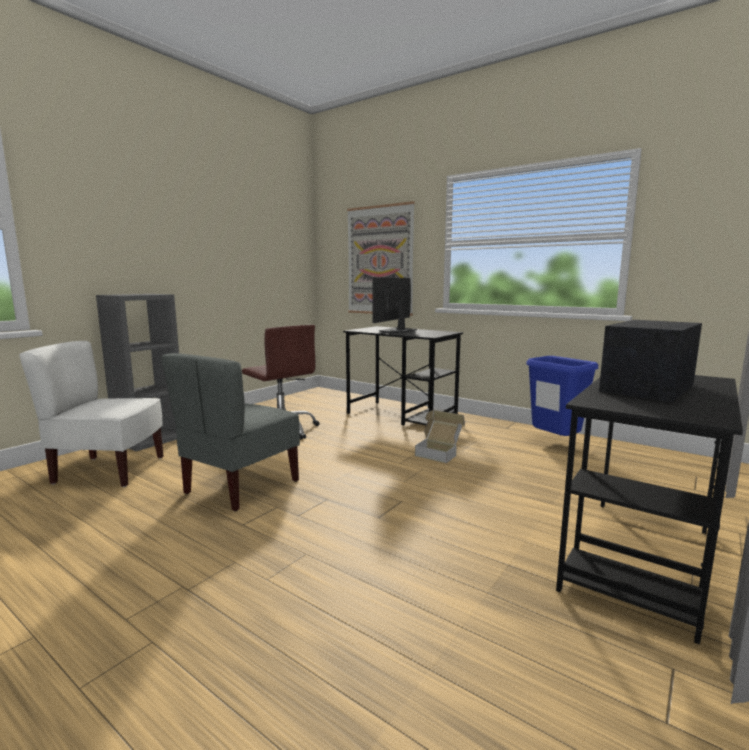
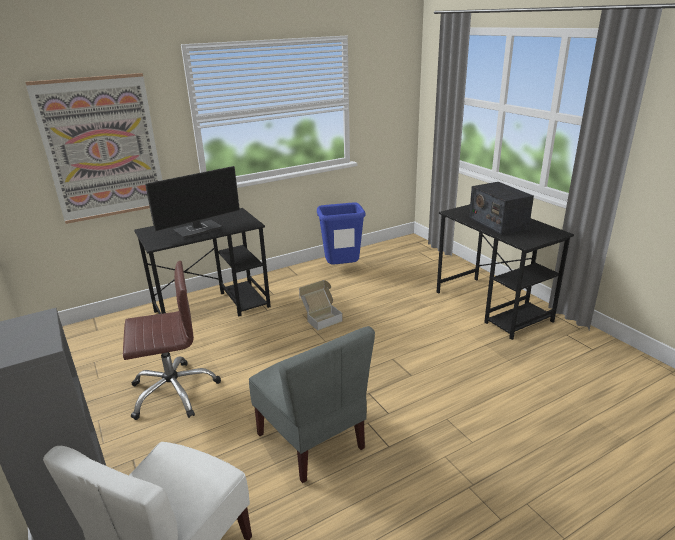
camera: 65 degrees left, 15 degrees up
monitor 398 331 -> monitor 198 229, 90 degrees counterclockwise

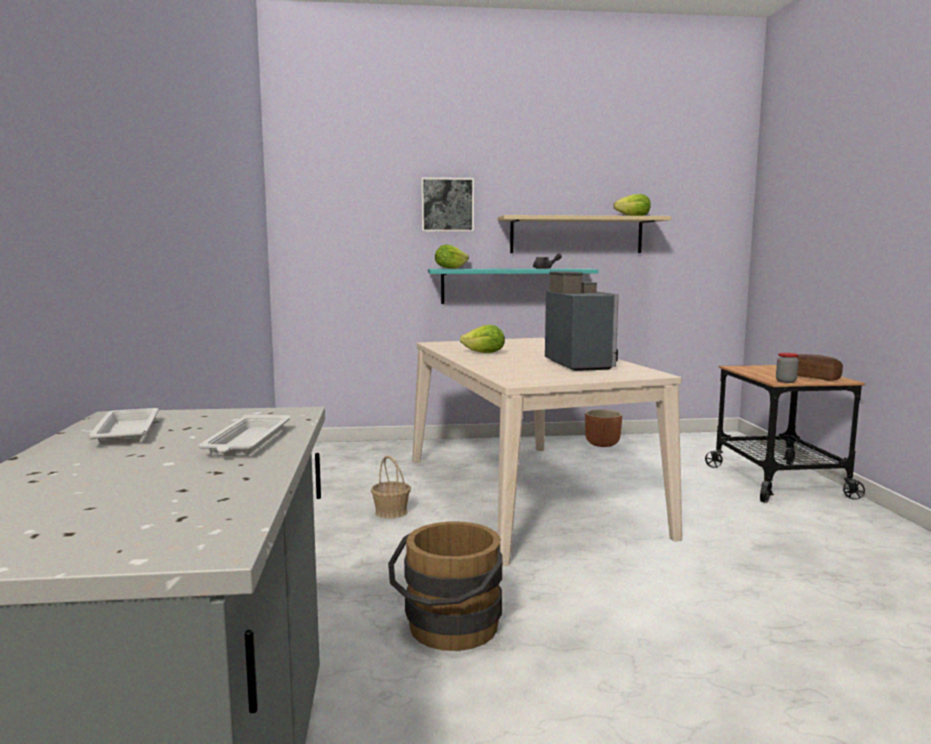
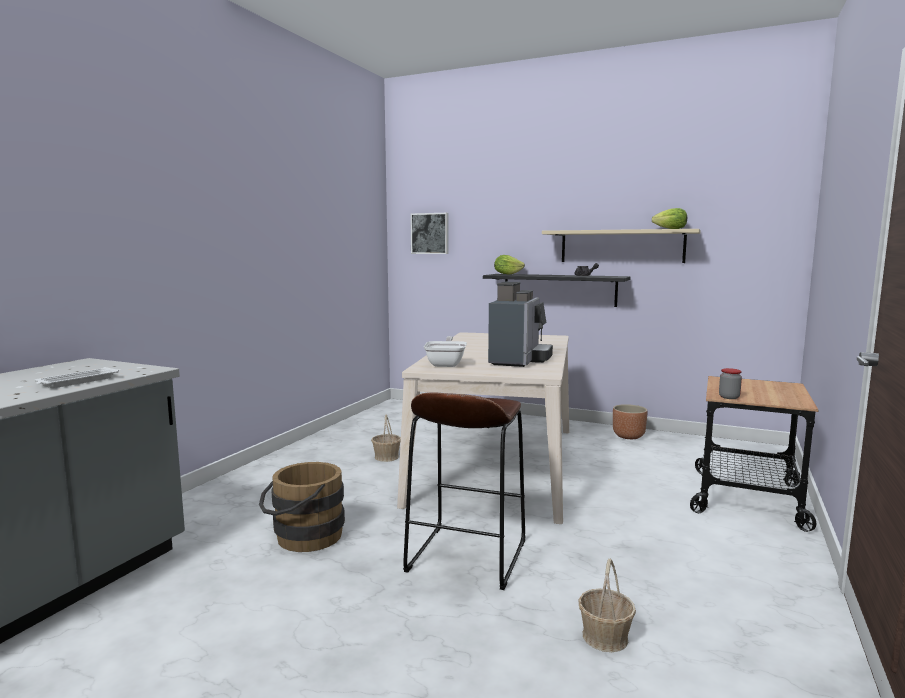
camera: 30 degrees right, 0 degrees up
bandeja/blanco 127 431 -> none
cuadro 447 205 -> cuadro 430 233, move
estante/turquesa 507 286 -> estante/negro 559 289
lechuga 484 353 -> none
pan 812 377 -> none
none -> taburete/marrón 466 556
none -> sartén 446 364
none -> cesta 604 637

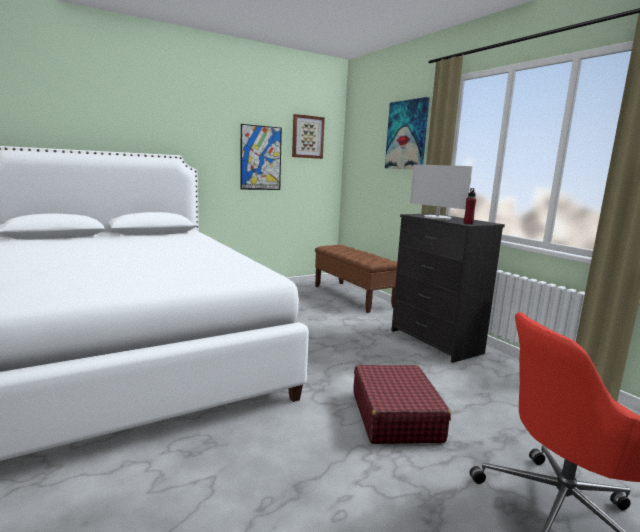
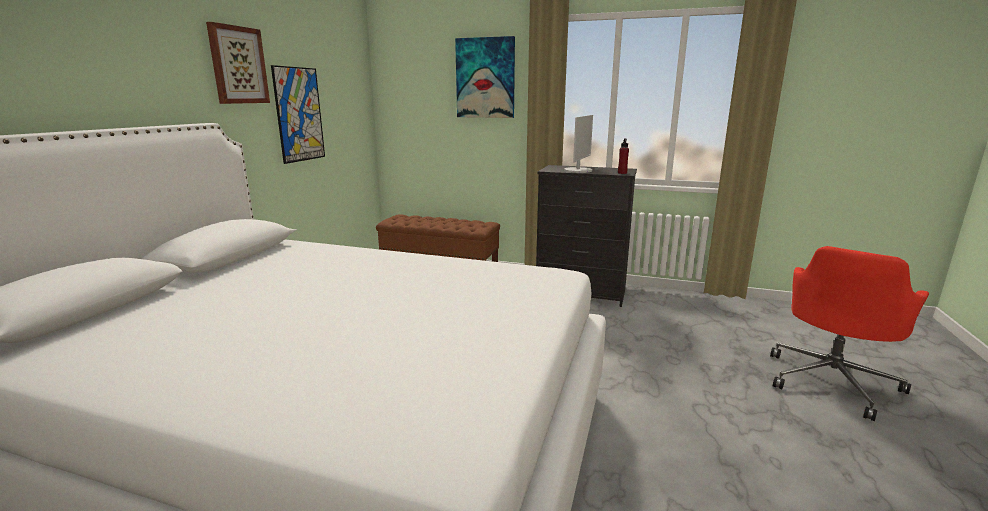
camera: 40 degrees left, 5 degrees up
cuadro 307 137 -> cuadro 238 65, move
maleta/rojo 395 416 -> none
monitor 437 218 -> monitor 578 170, 75 degrees counterclockwise

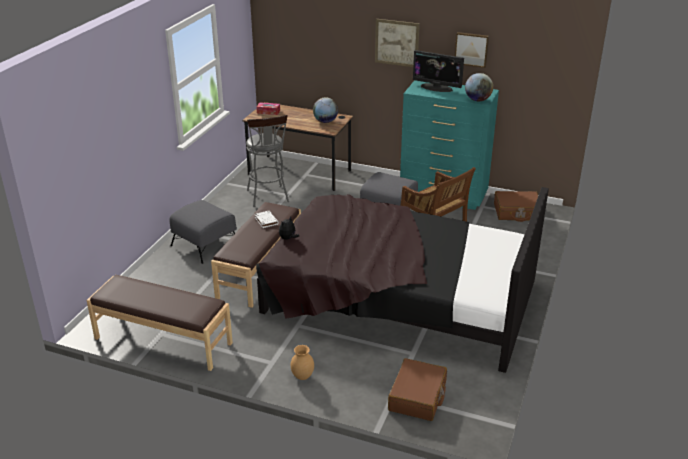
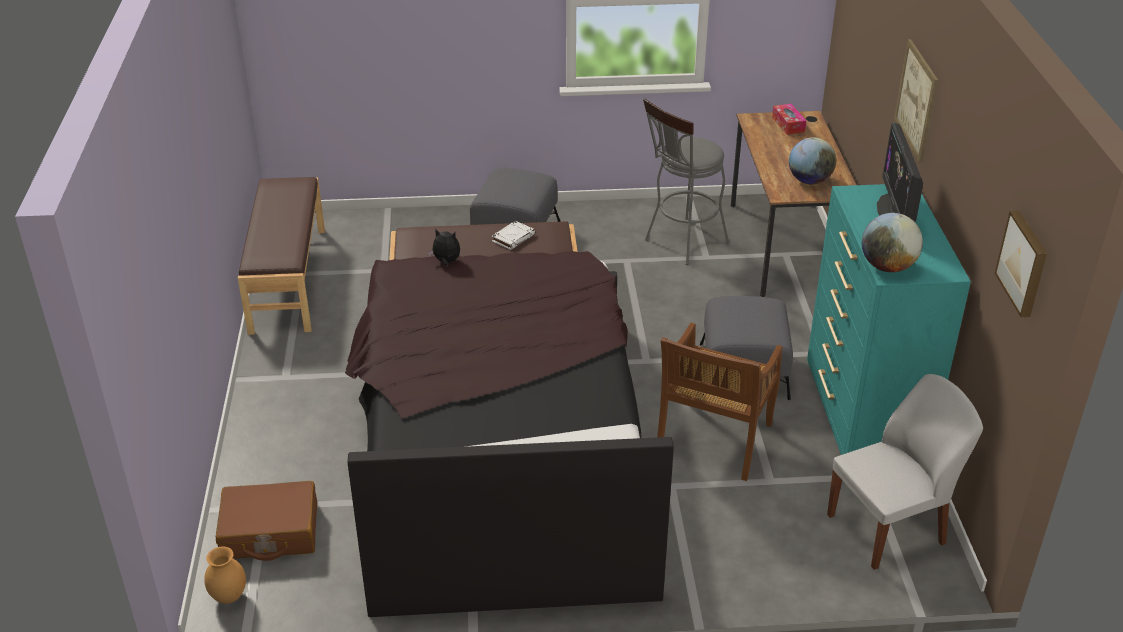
camera: 65 degrees right, 5 degrees up
florero/marrón 303 377 -> florero/marrón 228 597, move
cuadro 471 49 -> cuadro 1024 263, move
maleta/marrón 517 212 -> silla/blanco 889 529

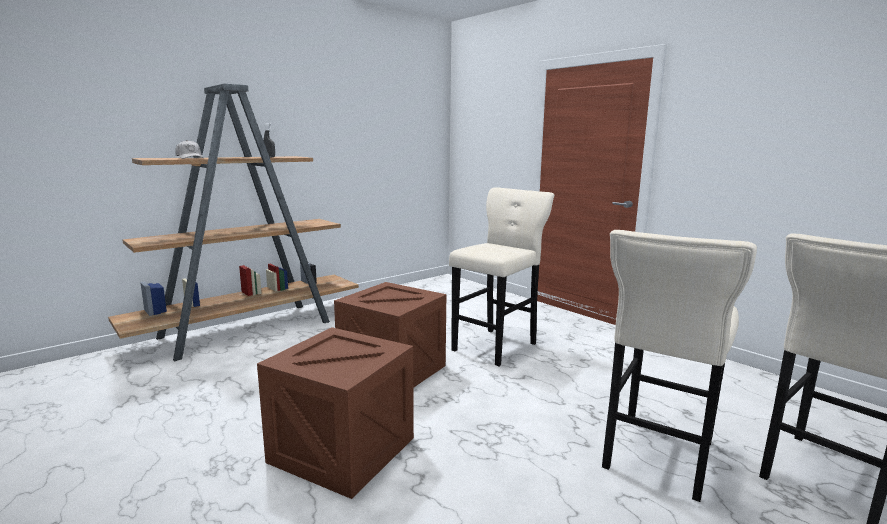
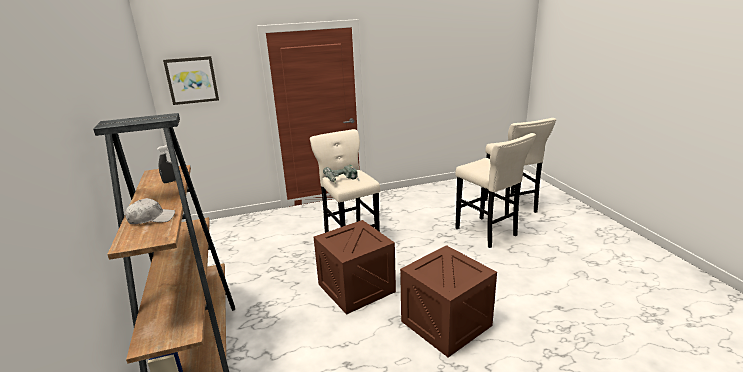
camera: 65 degrees left, 10 degrees up
none -> cuadro 192 80
none -> taladro 342 181

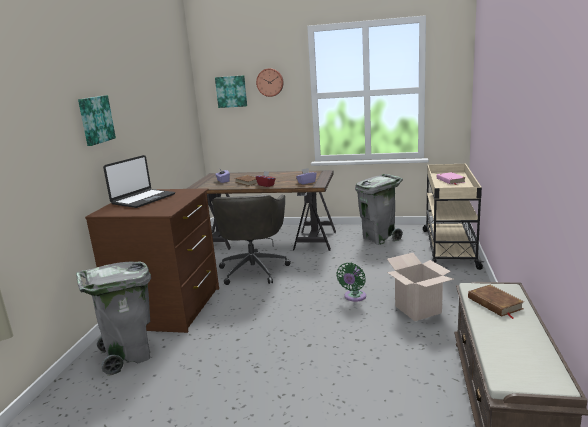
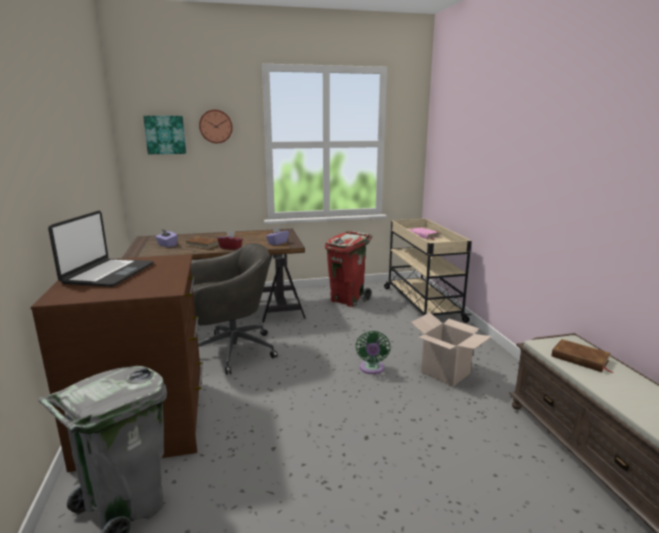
camera: 25 degrees left, 0 degrees up
cuadro 95 120 -> none
silla de oficina/gris 254 269 -> silla de oficina/gris 231 351, 90 degrees counterclockwise
papelera/gris 379 238 -> papelera/rojo 347 300

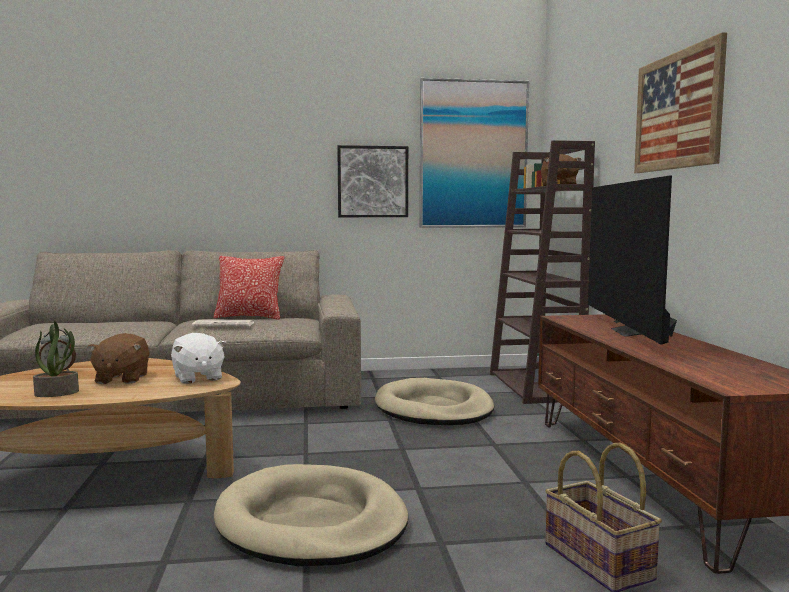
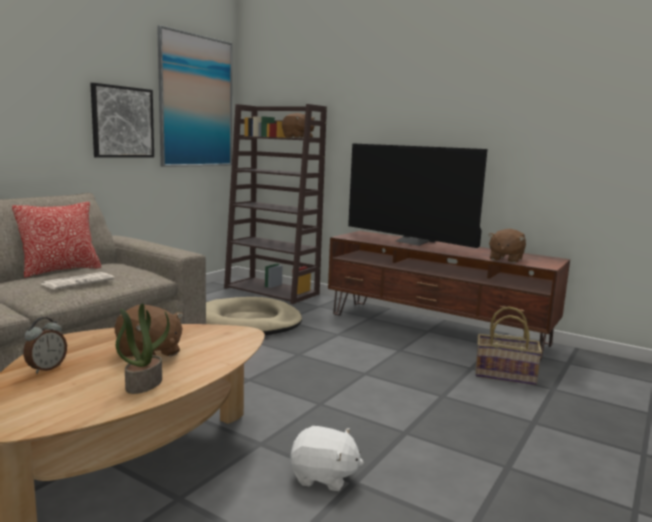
camera: 50 degrees left, 5 degrees up
peluche/blanco 197 378 -> peluche/blanco 323 477, move
cama para perro/beis 311 522 -> none
cuadro 677 111 -> none
none -> peluche/marrón 505 259

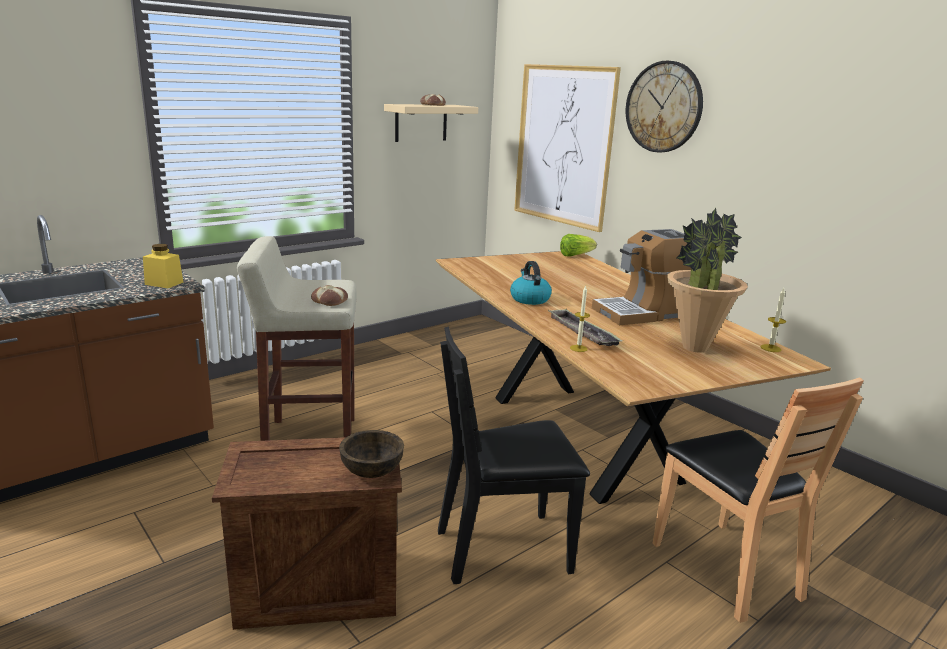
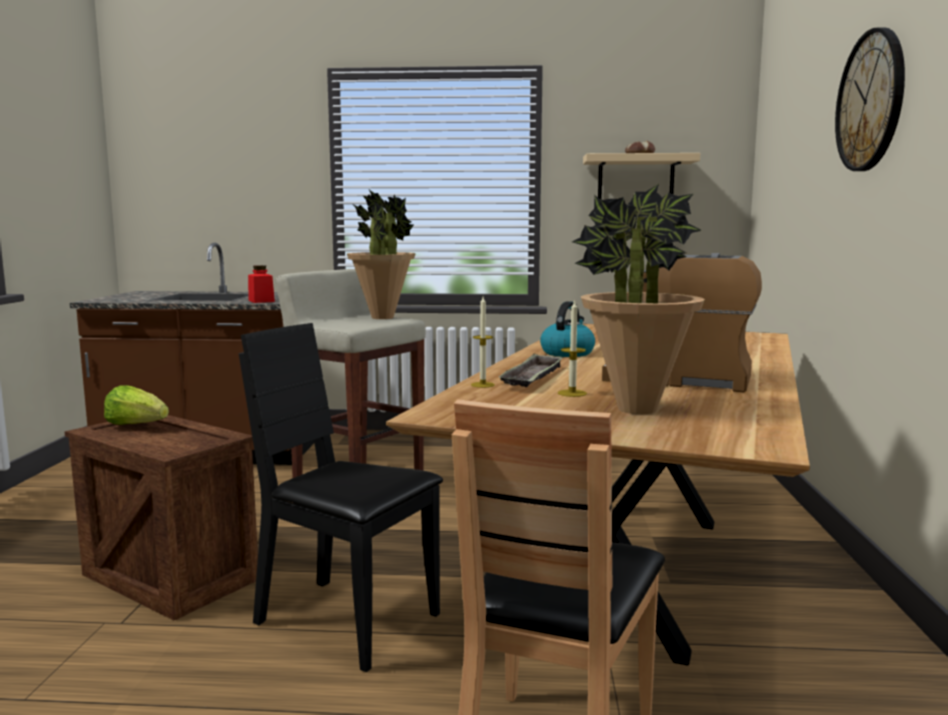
camera: 45 degrees right, 10 degrees down
tarro/amarillo 164 283 -> tarro/rojo 261 301
pan 330 301 -> none
cuenco/marrón 371 471 -> none
cuadro 563 146 -> none
lechuga 575 255 -> lechuga 136 425, move
vela 770 348 -> vela 572 393, move
none -> planta en maceta 383 317

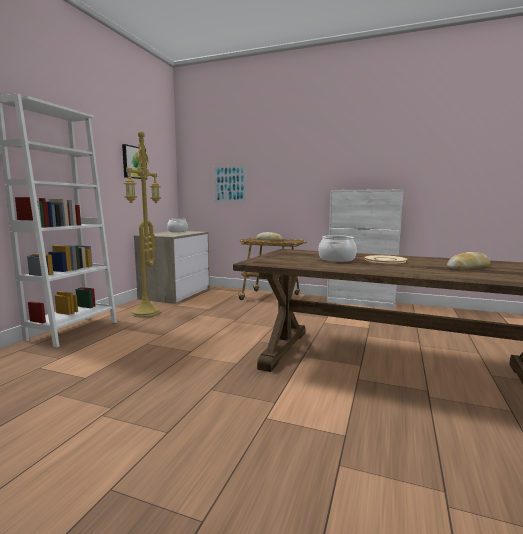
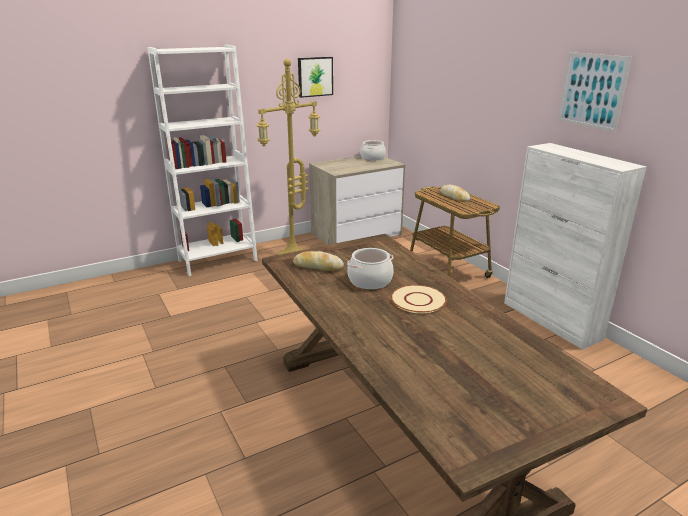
camera: 40 degrees right, 15 degrees up
cuadro 229 184 -> cuadro 592 90, move
pan 468 267 -> pan 318 266, move

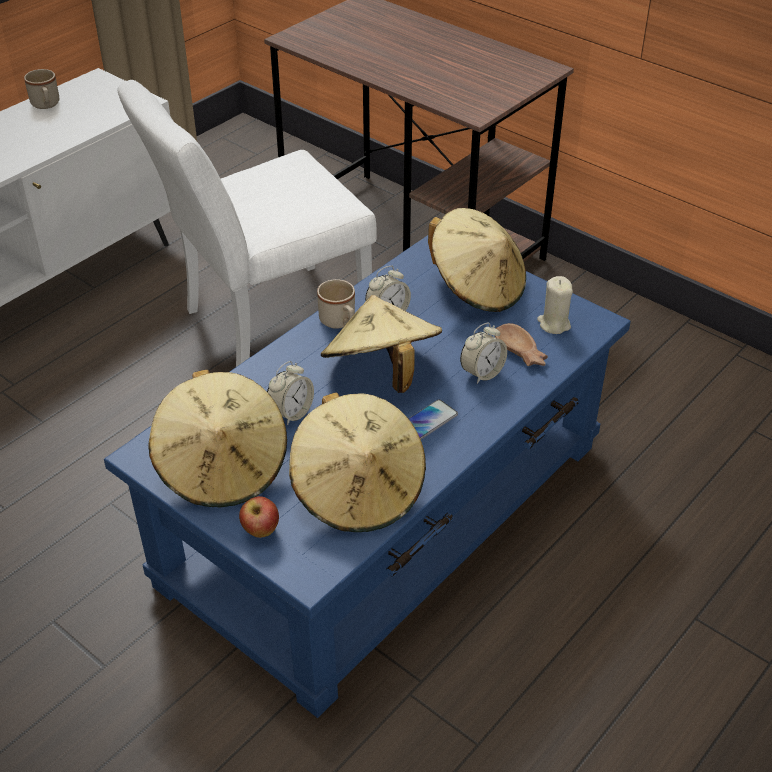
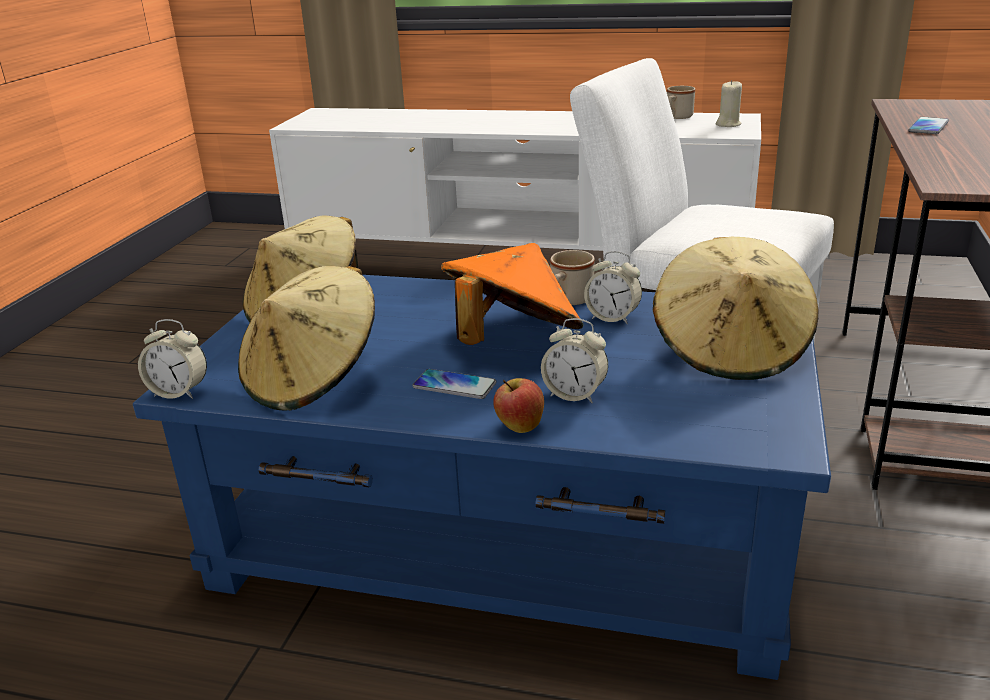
camera: 65 degrees right, 15 degrees down
manzana 261 531 -> manzana 519 427, move
despertador 291 413 -> despertador 179 392, move
sombrero/beis 381 372 -> sombrero/naranja 512 340
cuenco/marrón 520 352 -> none
vela/beis 554 324 -> vela/beis 728 124, move
none -> móvil 928 127

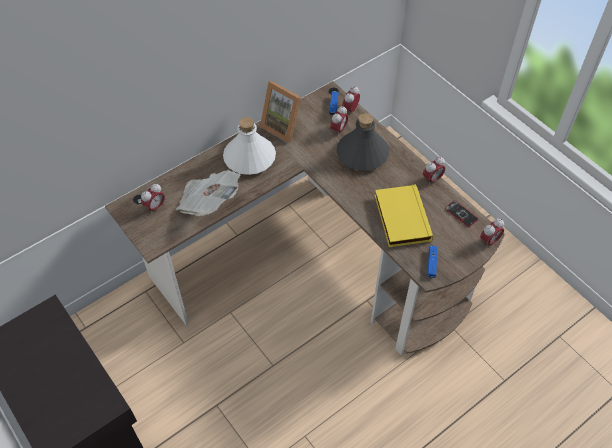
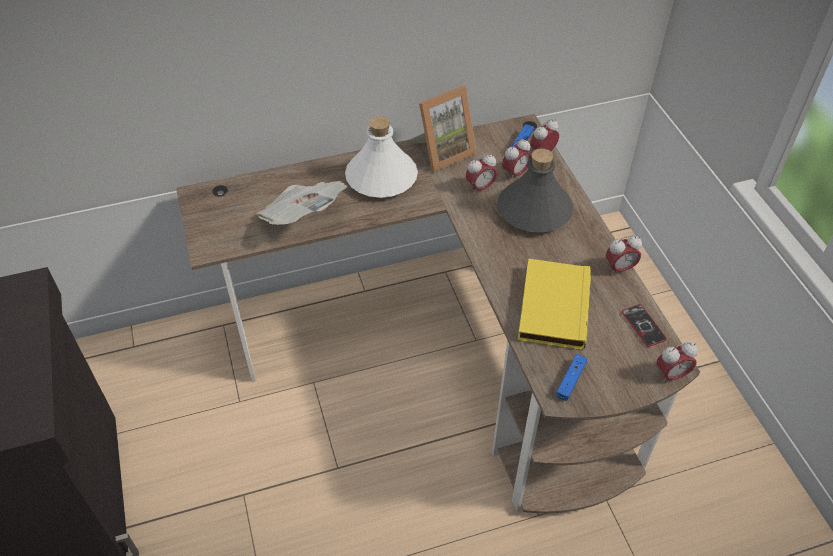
camera: 20 degrees right, 5 degrees down
despertador 155 207 -> despertador 480 187, move
portarretratos 283 126 -> portarretratos 443 152, 90 degrees counterclockwise

